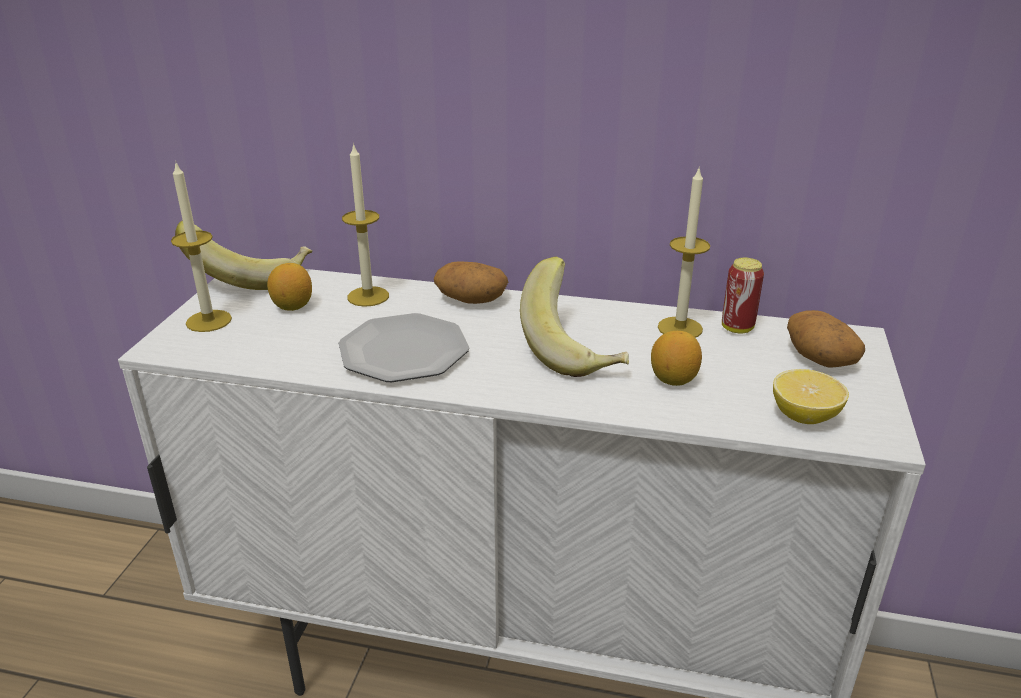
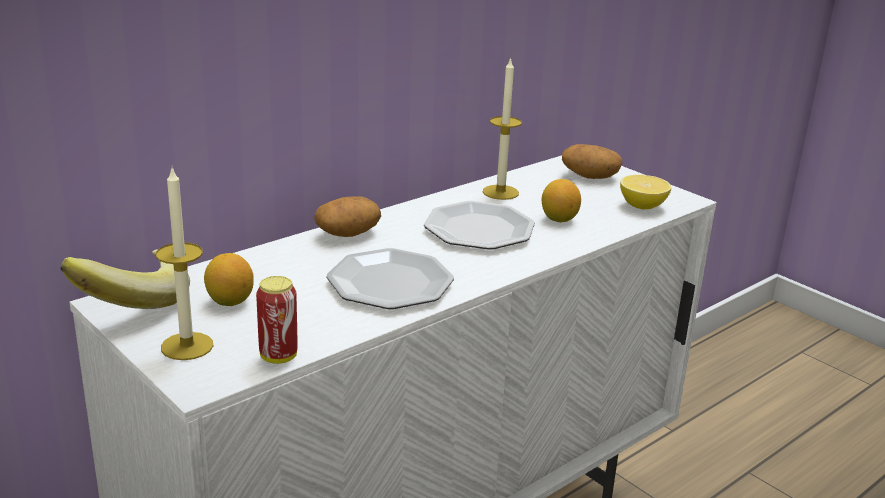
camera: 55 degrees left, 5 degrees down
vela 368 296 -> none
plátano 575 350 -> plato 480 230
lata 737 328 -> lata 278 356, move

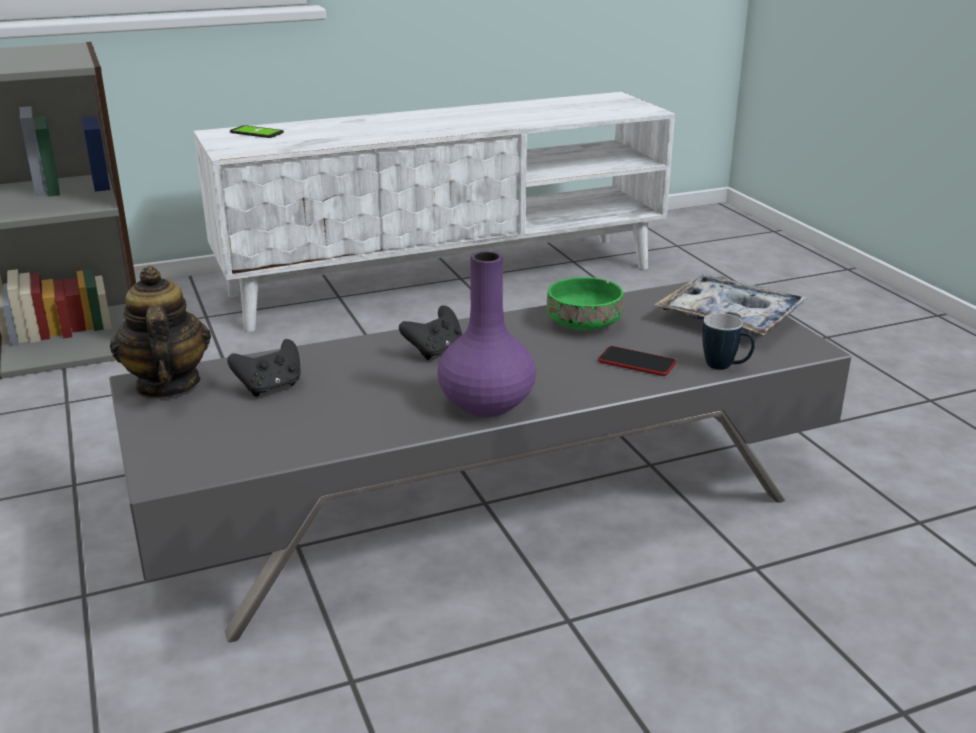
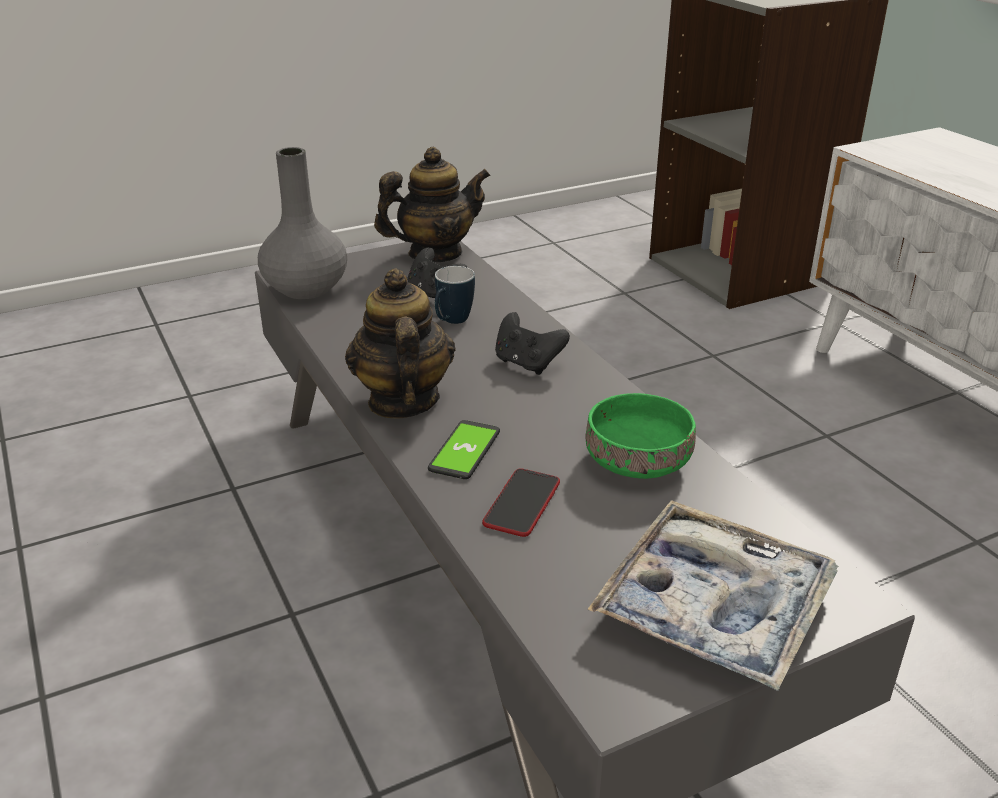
camera: 85 degrees right, 5 degrees up
móvil 256 133 -> móvil 464 451, move
florero/morado 487 404 -> tetera 402 401
taza grande 725 367 -> taza grande 451 322, move
none -> florero/gris 305 288

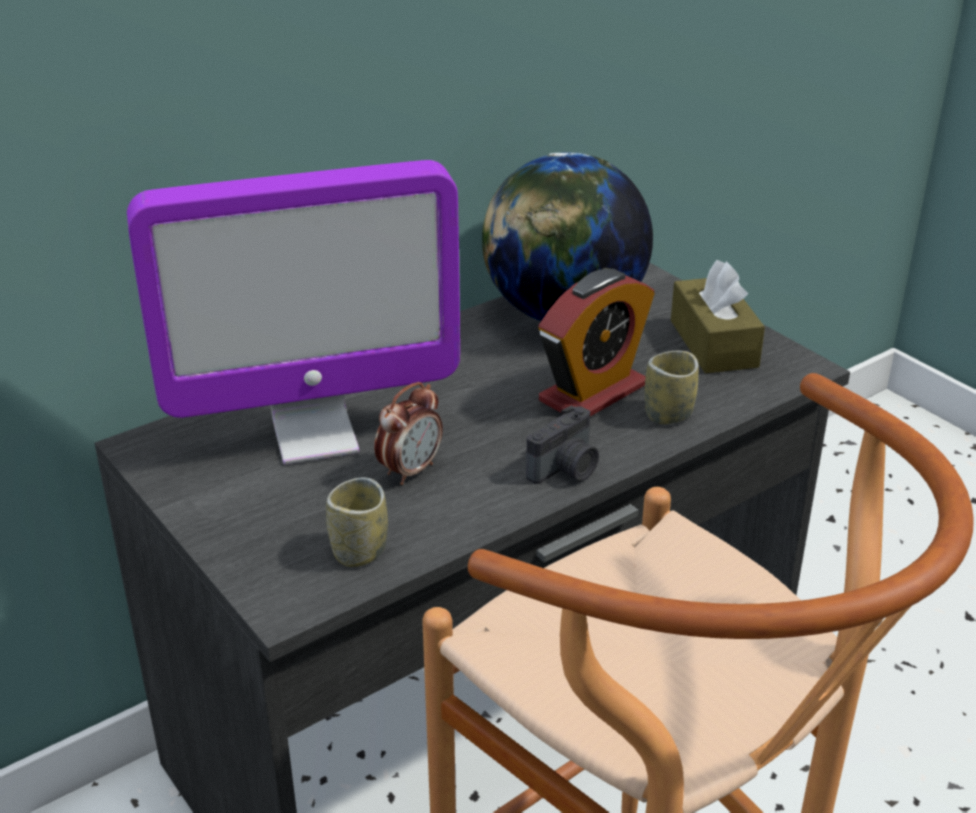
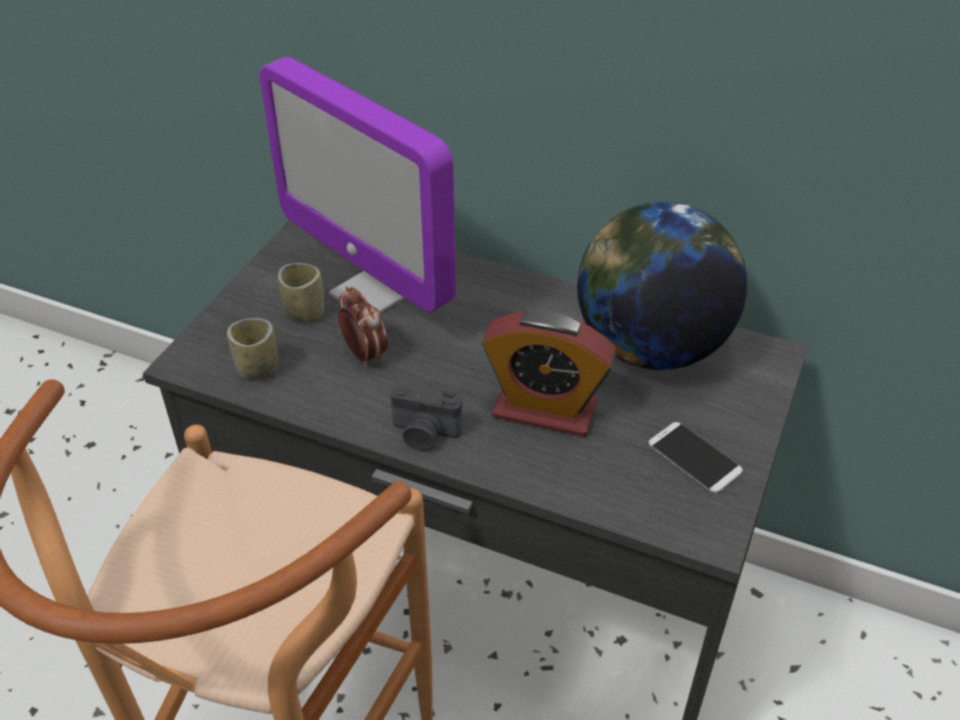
camera: 60 degrees right, 10 degrees up
despertador 410 470 -> despertador 364 354, 135 degrees counterclockwise
taza 668 414 -> taza 305 313, move
caja de pañuelos/marrón 713 343 -> móvil 694 458

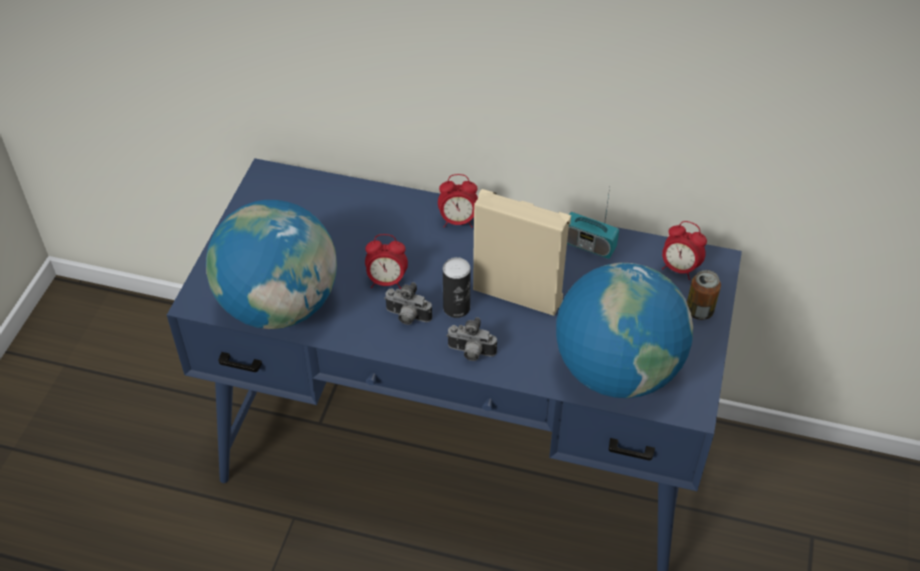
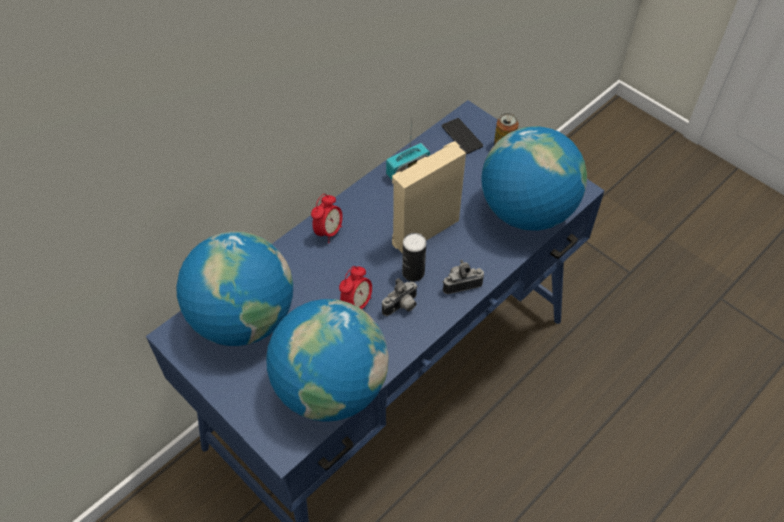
camera: 60 degrees left, 5 degrees up
cámara 470 353 -> cámara 461 284, 150 degrees counterclockwise
despertador 679 269 -> móvil 462 136
none -> globo terráqueo 243 318

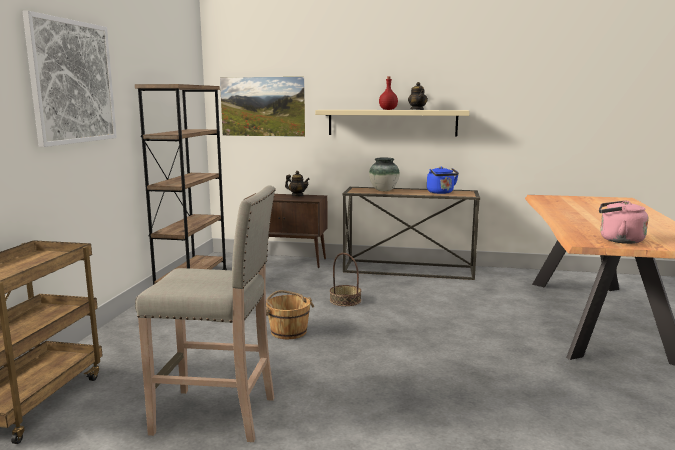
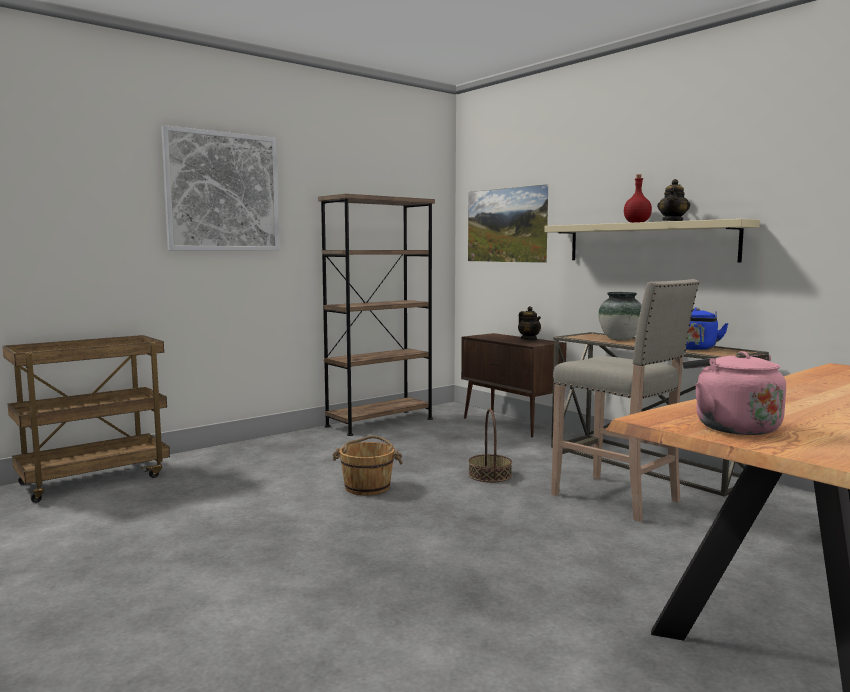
camera: 40 degrees right, 5 degrees down
taburete/beis 218 415 -> taburete/beis 617 498, move

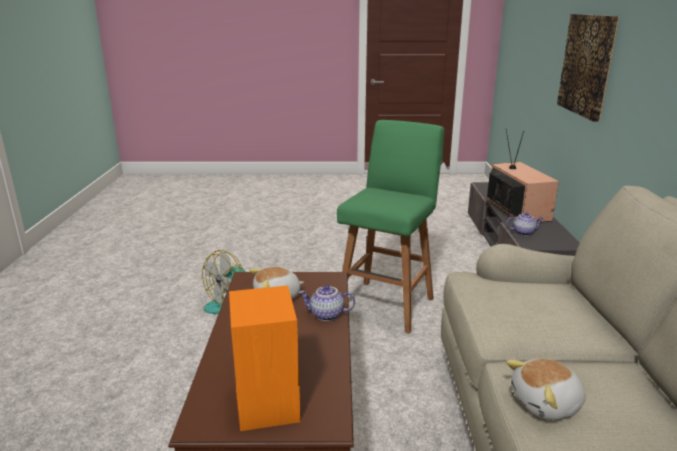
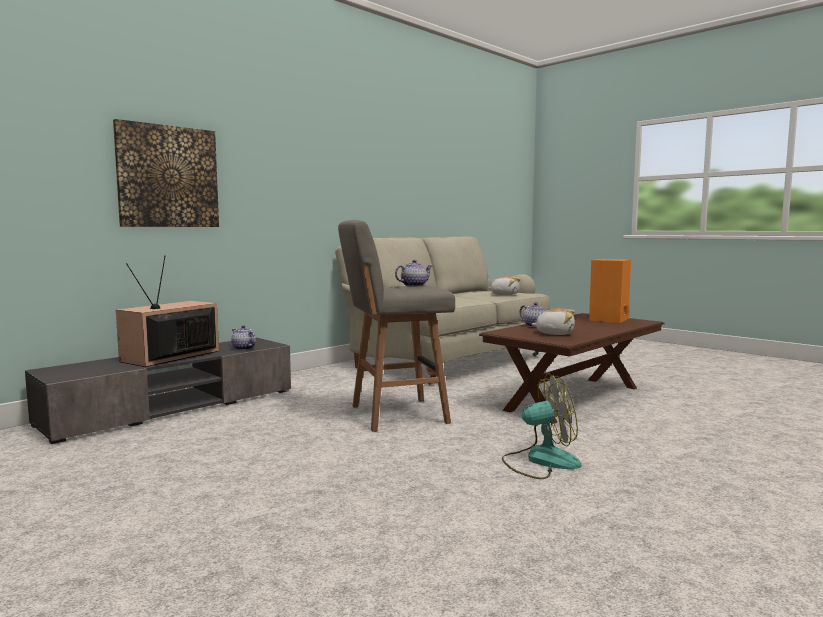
camera: 135 degrees left, 15 degrees down
taburete/verde 387 304 -> taburete/gris 395 415
none -> tetera 413 285

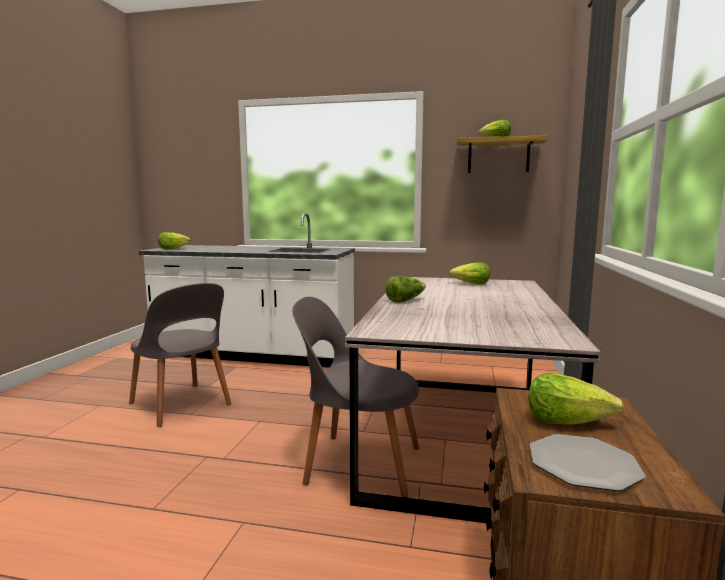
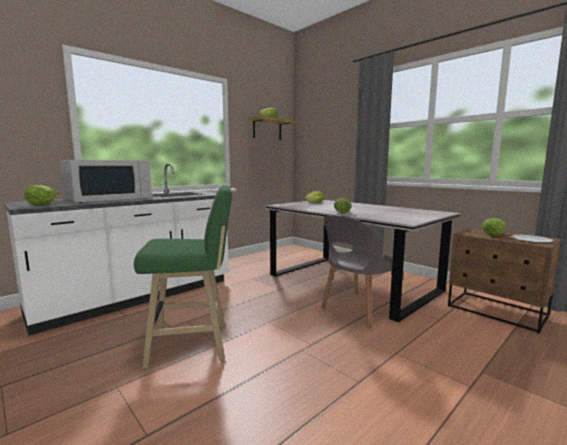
camera: 55 degrees left, 0 degrees up
silla/gris 181 405 -> taburete/verde 193 344
none -> microondas/blanco 109 198

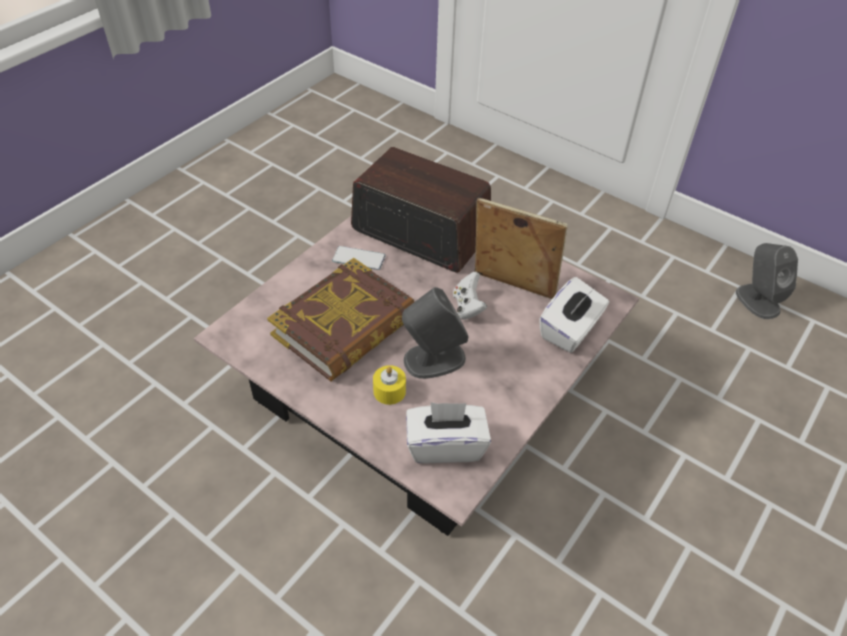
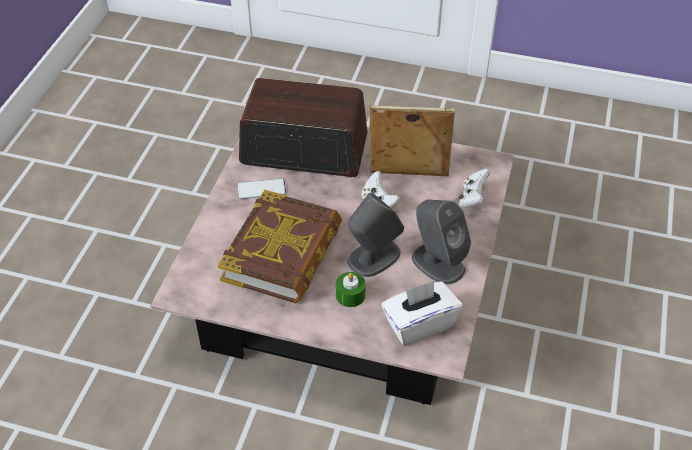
camera: 20 degrees left, 0 degrees up
vela/amarillo 389 391 -> vela/verde 350 295
caja de pañuelos/blanco 570 330 -> mando de consola/blanco 472 198
altavoz/gris 757 300 -> altavoz/gris 437 263, move

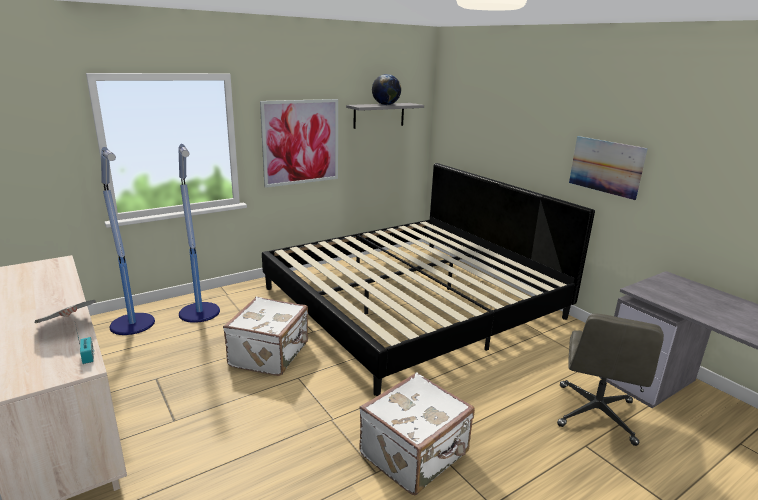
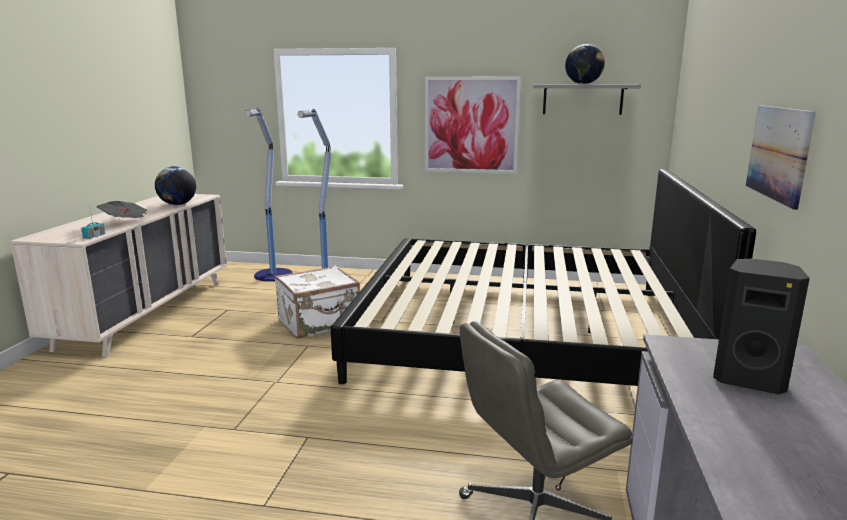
camera: 45 degrees right, 5 degrees down
maleta/blanco 415 455 -> none
none -> globo terráqueo 177 204
none -> altavoz/negro 748 379

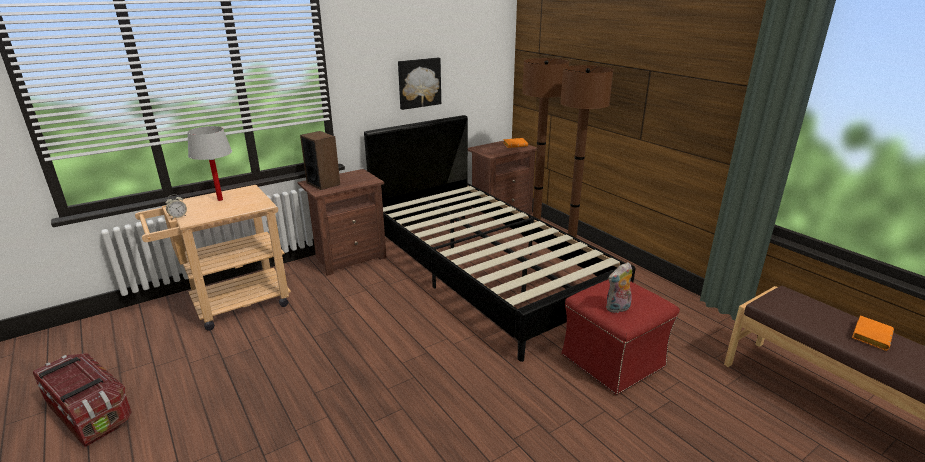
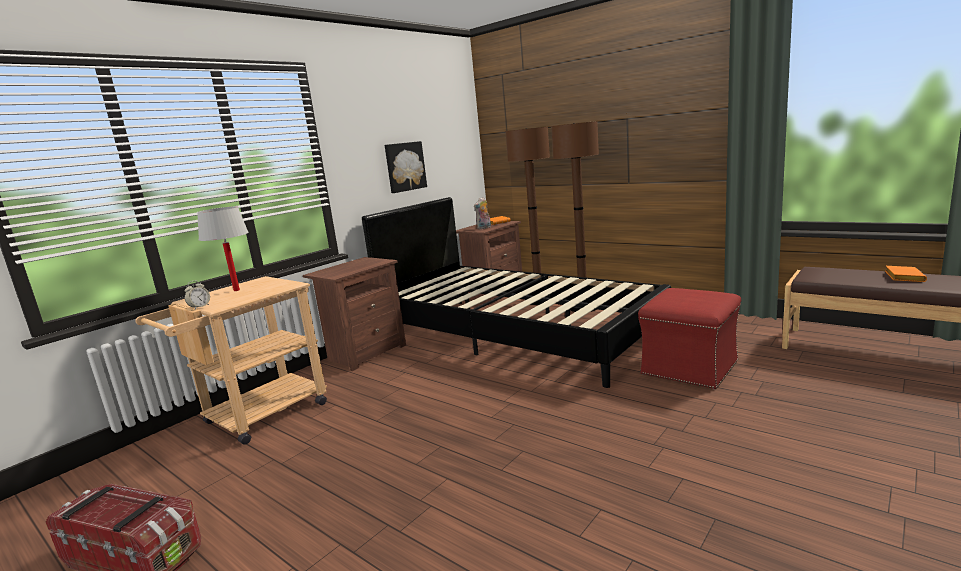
camera: 15 degrees left, 10 degrees down
altavoz 323 183 -> none
peluche 618 309 -> peluche 484 228, move

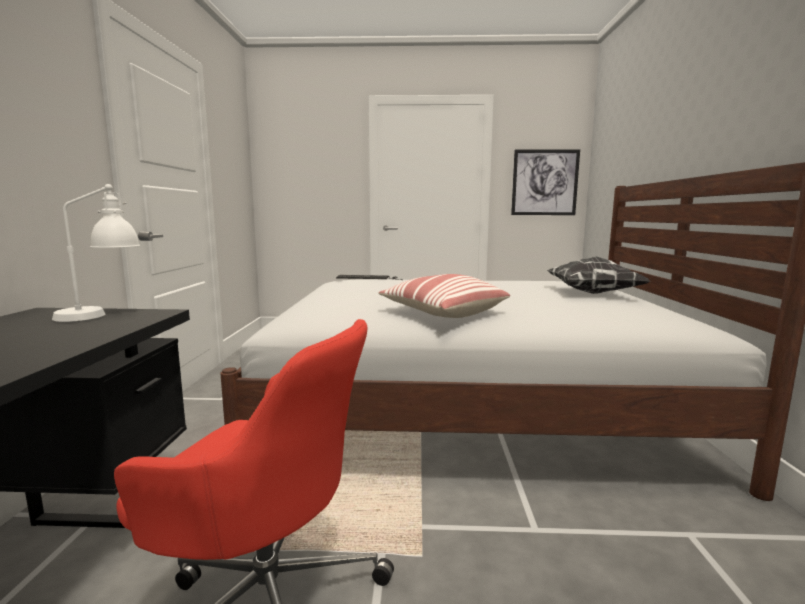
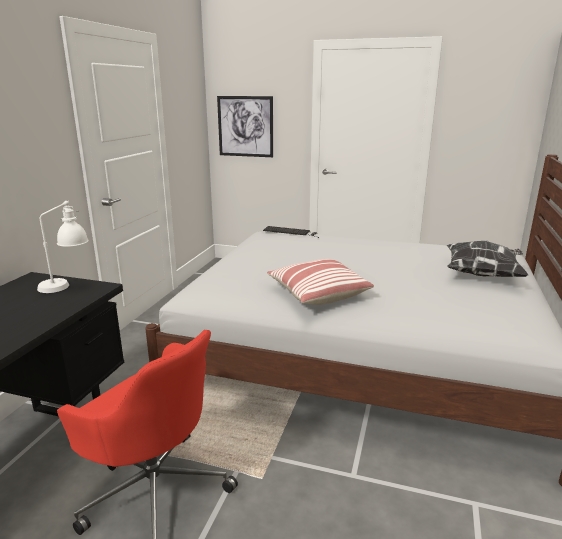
camera: 15 degrees right, 10 degrees up
cuadro 545 182 -> cuadro 245 126, move

